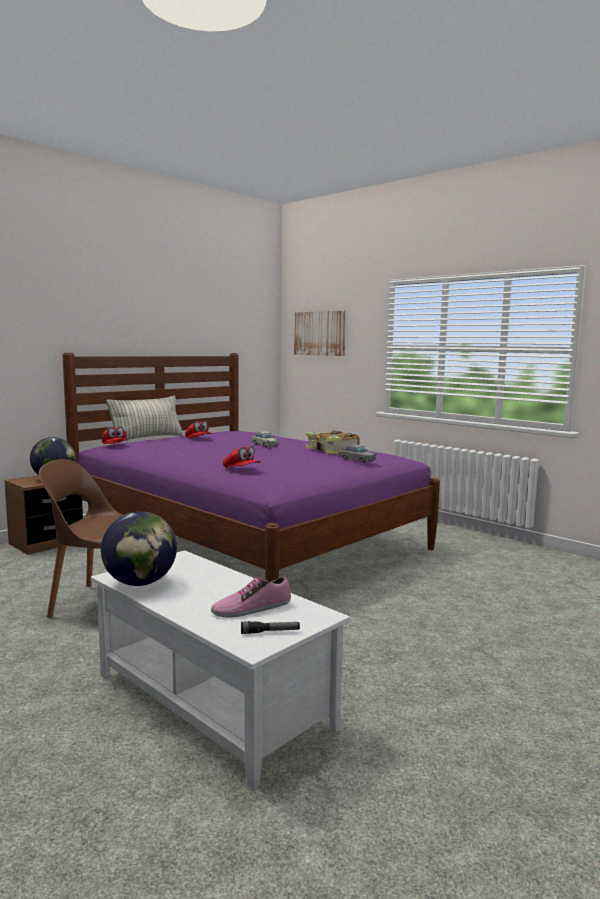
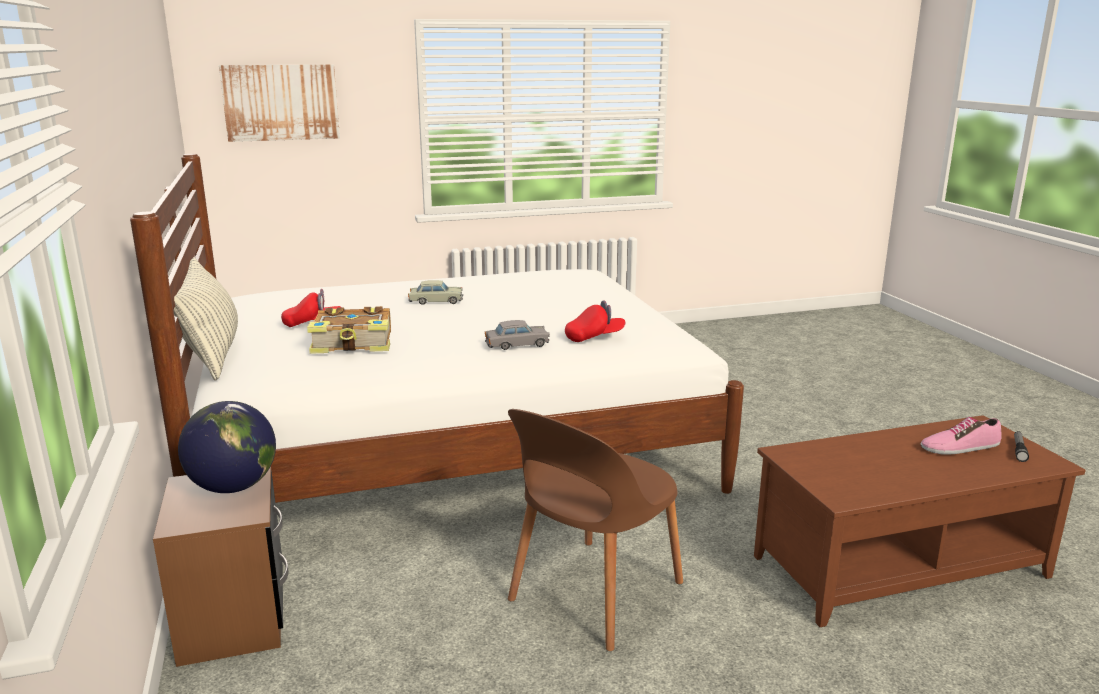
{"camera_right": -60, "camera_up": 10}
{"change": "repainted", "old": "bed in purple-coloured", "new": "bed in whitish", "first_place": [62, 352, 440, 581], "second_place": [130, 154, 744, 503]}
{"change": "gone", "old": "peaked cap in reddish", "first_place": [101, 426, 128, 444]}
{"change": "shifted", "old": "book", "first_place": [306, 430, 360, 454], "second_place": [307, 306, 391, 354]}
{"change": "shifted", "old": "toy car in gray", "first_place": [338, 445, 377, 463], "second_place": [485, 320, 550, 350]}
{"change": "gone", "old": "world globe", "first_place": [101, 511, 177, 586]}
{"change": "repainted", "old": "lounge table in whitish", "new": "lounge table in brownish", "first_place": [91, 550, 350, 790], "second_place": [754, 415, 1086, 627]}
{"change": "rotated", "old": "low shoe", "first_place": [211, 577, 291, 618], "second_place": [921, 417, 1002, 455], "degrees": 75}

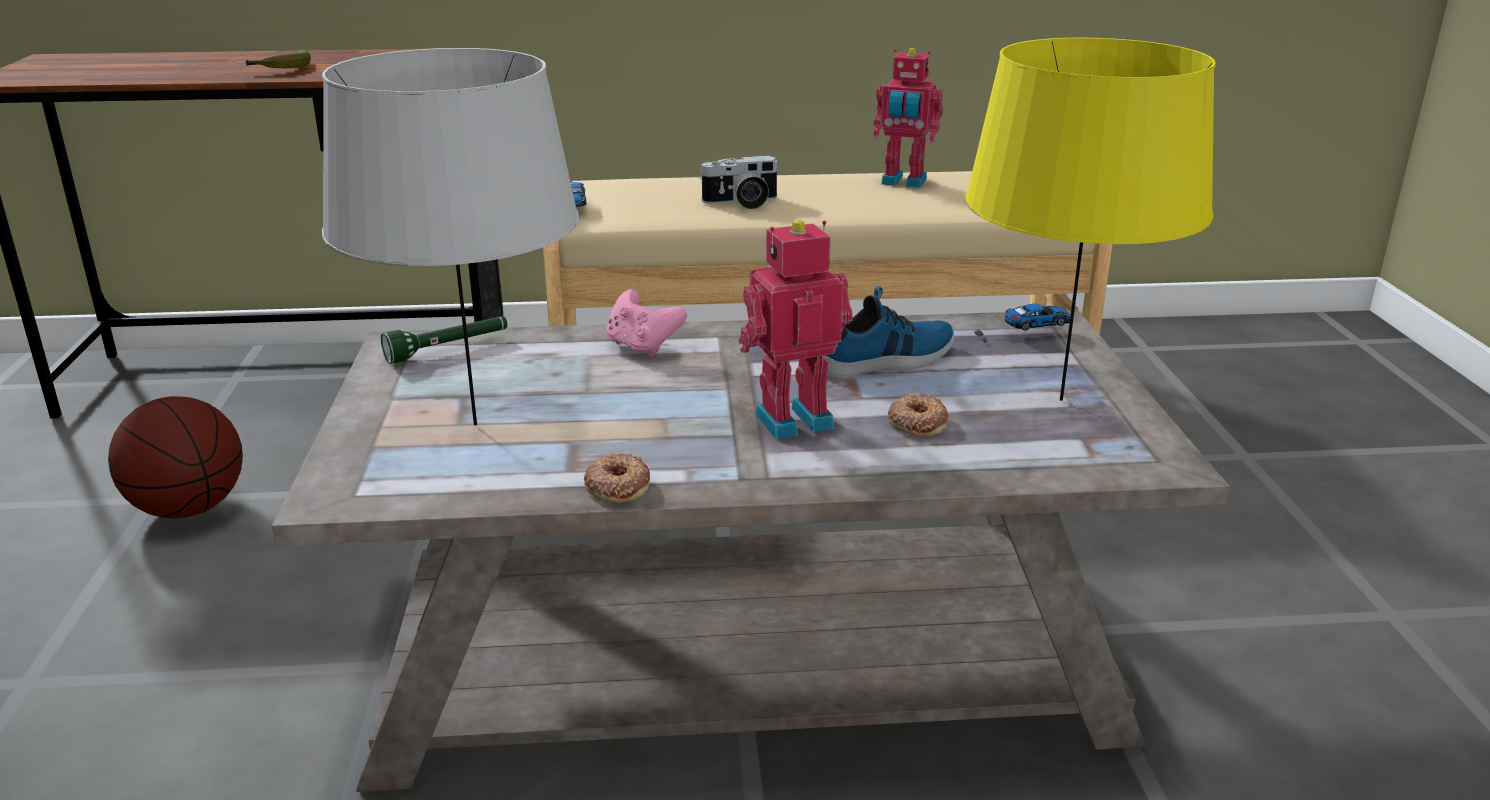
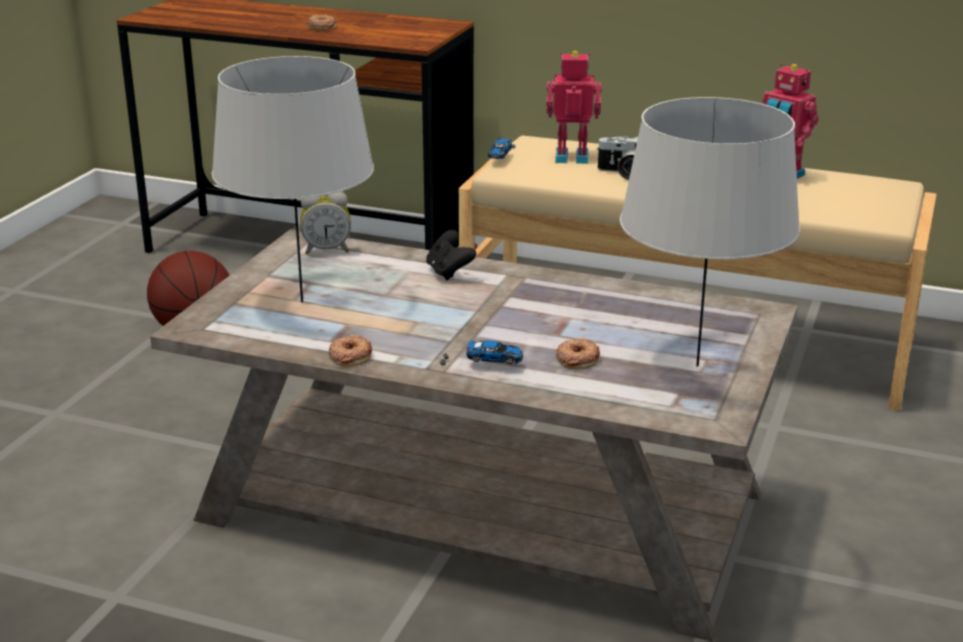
{"camera_right": 25, "camera_up": 0}
{"change": "repainted", "old": "lamp for a table in yellowish", "new": "lamp for a table in gray", "first_place": [965, 38, 1216, 401], "second_place": [620, 97, 800, 367]}
{"change": "swapped", "old": "banana fruit", "new": "donut", "first_place": [246, 49, 311, 68], "second_place": [306, 15, 337, 30]}
{"change": "shifted", "old": "robot figure", "first_place": [739, 220, 853, 439], "second_place": [546, 51, 602, 164]}
{"change": "gone", "old": "low shoe", "first_place": [825, 286, 955, 380]}
{"change": "repainted", "old": "joypad in pinkish", "new": "joypad in black-coloured", "first_place": [606, 289, 687, 358], "second_place": [426, 230, 476, 281]}
{"change": "shifted", "old": "toy car", "first_place": [974, 303, 1070, 343], "second_place": [440, 341, 523, 366]}
{"change": "swapped", "old": "torch in green-coloured", "new": "bedside clock", "first_place": [381, 316, 507, 364], "second_place": [300, 191, 351, 255]}

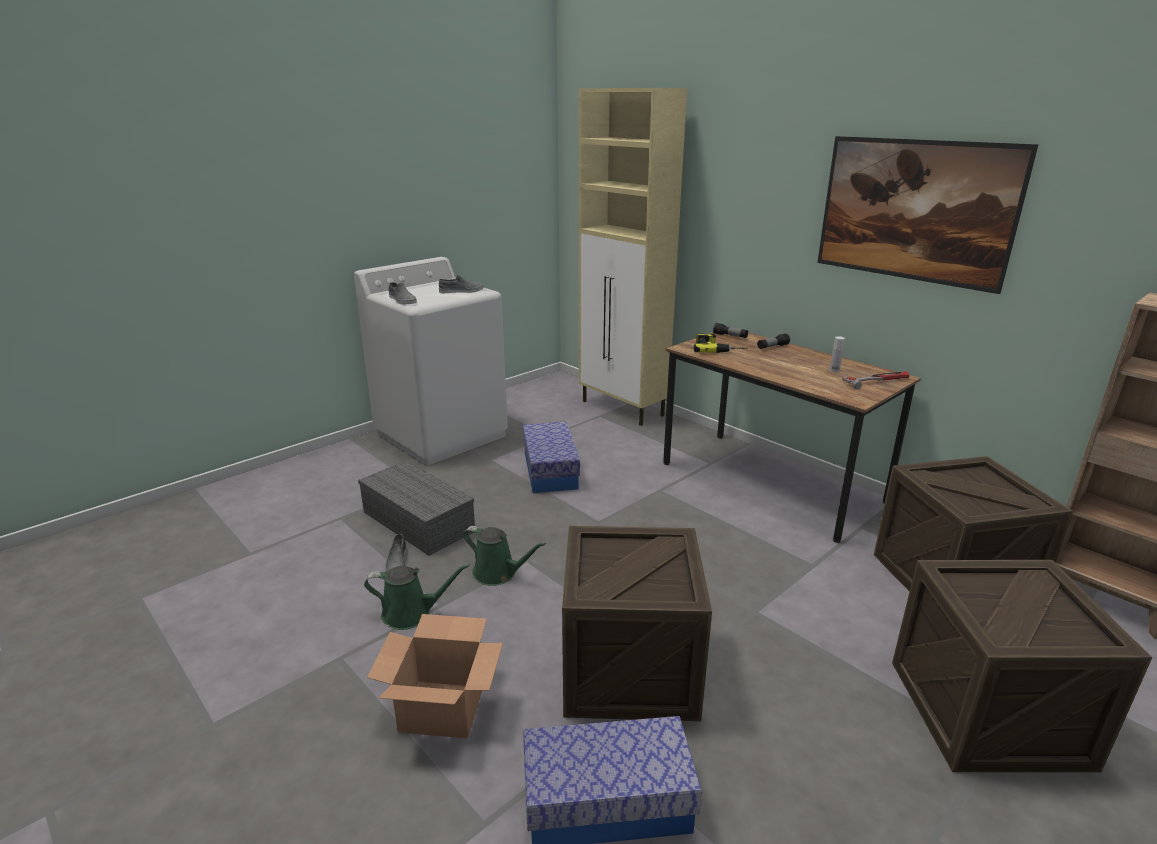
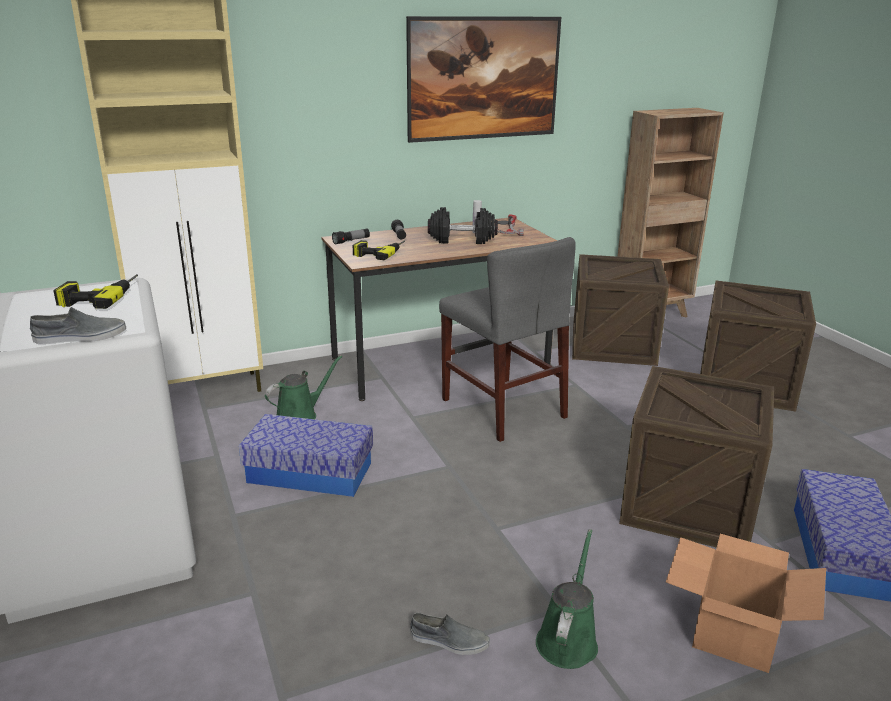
{"camera_right": -70, "camera_up": 0}
{"change": "swapped", "old": "low shoe in gray", "new": "power drill", "first_place": [439, 275, 483, 293], "second_place": [53, 274, 138, 309]}
{"change": "gone", "old": "storage bin in gray", "first_place": [358, 461, 475, 556]}
{"change": "shifted", "old": "sprinkling can in green-coloured", "first_place": [463, 526, 546, 586], "second_place": [265, 355, 343, 419]}
{"change": "new", "new": "hand weight in black-coloured", "second_place": [428, 207, 498, 244]}
{"change": "new", "new": "upright chair in gray", "second_place": [439, 237, 576, 442]}

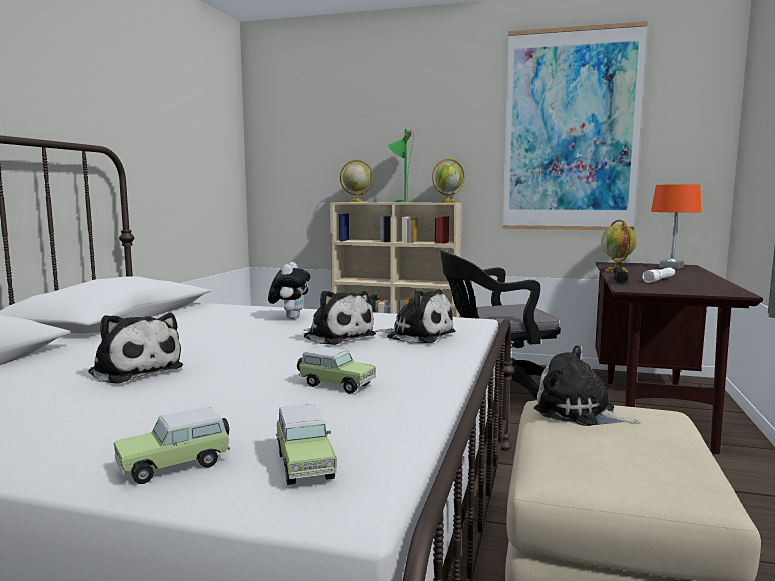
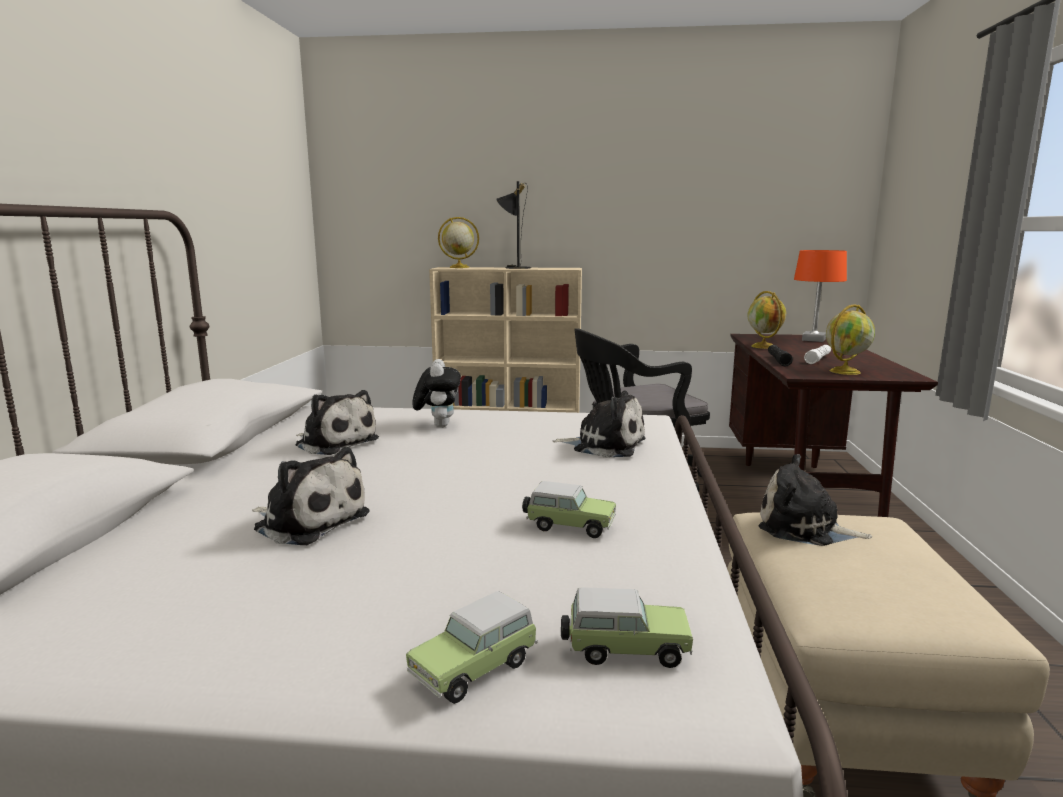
{"camera_right": -10, "camera_up": 5}
{"change": "gone", "old": "wall art", "first_place": [502, 21, 648, 231]}
{"change": "repainted", "old": "lamp for a table in green-coloured", "new": "lamp for a table in black-coloured", "first_place": [388, 129, 416, 203], "second_place": [496, 181, 531, 269]}
{"change": "shifted", "old": "world globe", "first_place": [432, 159, 465, 203], "second_place": [826, 304, 875, 375]}
{"change": "shifted", "old": "plush toy", "first_place": [304, 290, 376, 345], "second_place": [296, 390, 379, 455]}
{"change": "rotated", "old": "toy car", "first_place": [276, 404, 337, 485], "second_place": [561, 588, 693, 668], "degrees": -60}

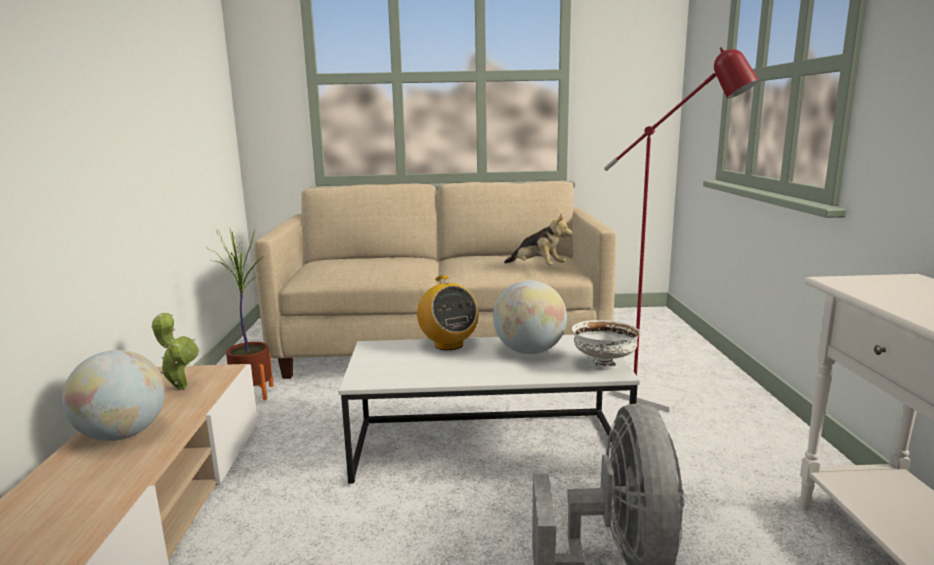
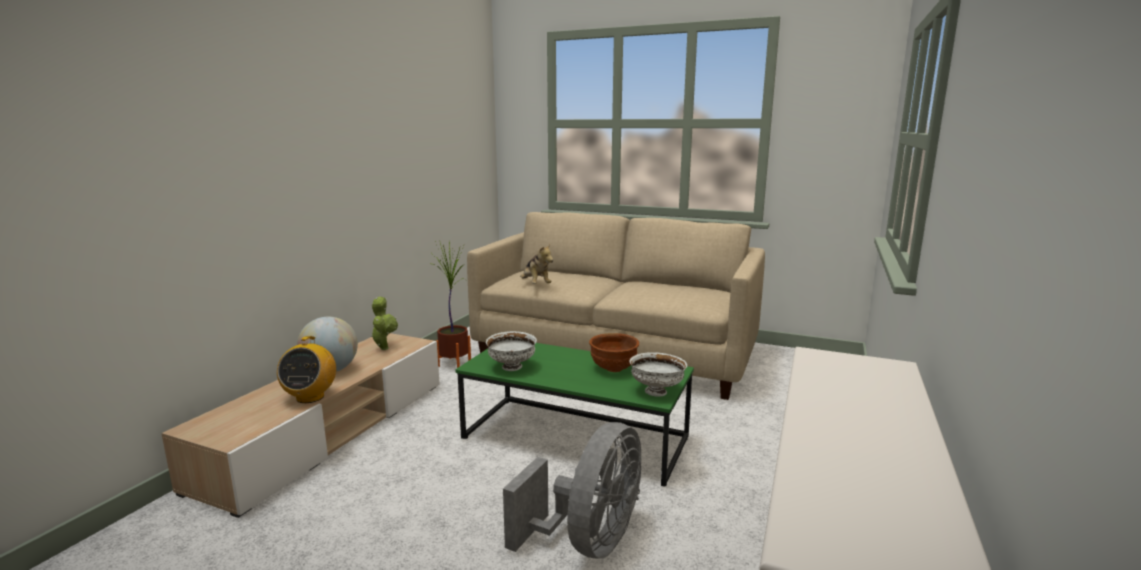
{"camera_right": 25, "camera_up": 0}
{"change": "gone", "old": "standing lamp in reddish", "first_place": [604, 47, 759, 412]}
{"change": "shifted", "old": "plush toy", "first_place": [504, 213, 572, 265], "second_place": [520, 244, 553, 284]}
{"change": "shifted", "old": "radio set", "first_place": [417, 275, 479, 350], "second_place": [277, 336, 336, 403]}
{"change": "swapped", "old": "world globe", "new": "serving bowl in brownish", "first_place": [493, 280, 567, 354], "second_place": [589, 333, 639, 372]}
{"change": "repainted", "old": "lounge table in whitish", "new": "lounge table in green-coloured", "first_place": [338, 335, 640, 484], "second_place": [455, 343, 694, 487]}
{"change": "new", "new": "serving bowl in whitish", "second_place": [486, 331, 537, 371]}

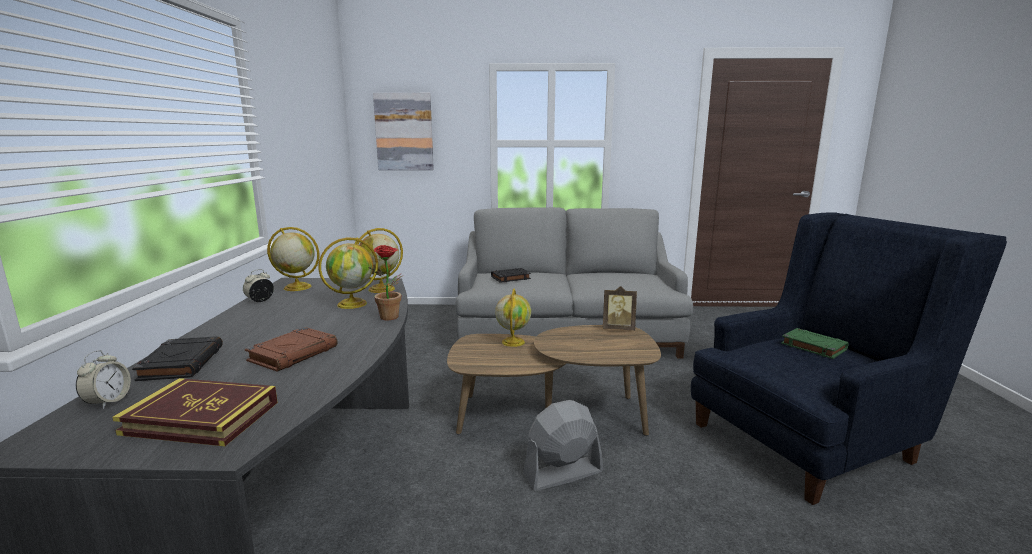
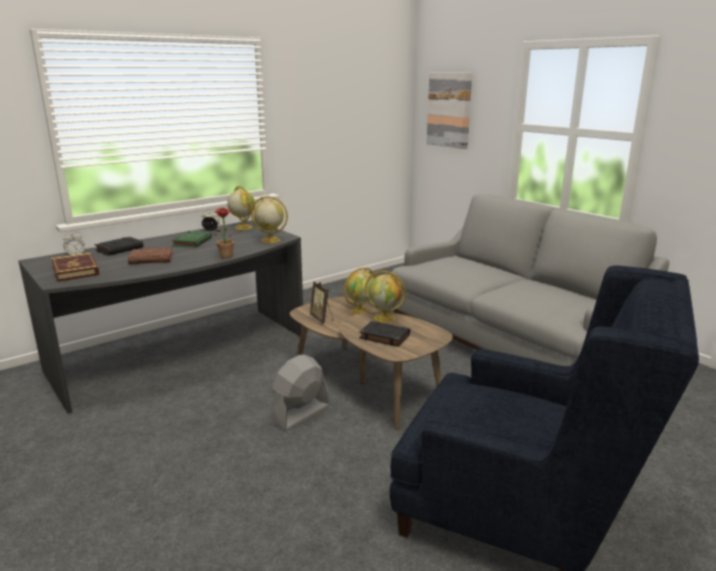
{"camera_right": 50, "camera_up": 5}
{"change": "shifted", "old": "world globe", "first_place": [318, 238, 378, 309], "second_place": [365, 271, 406, 323]}
{"change": "shifted", "old": "book in black-coloured", "first_place": [491, 268, 531, 283], "second_place": [359, 321, 410, 347]}
{"change": "shifted", "old": "photo frame", "first_place": [603, 286, 637, 330], "second_place": [310, 281, 334, 324]}
{"change": "shifted", "old": "book in green-coloured", "first_place": [781, 328, 849, 359], "second_place": [172, 231, 212, 248]}
{"change": "rotated", "old": "electric fan in gray", "first_place": [523, 400, 604, 491], "second_place": [271, 355, 330, 430], "degrees": -75}

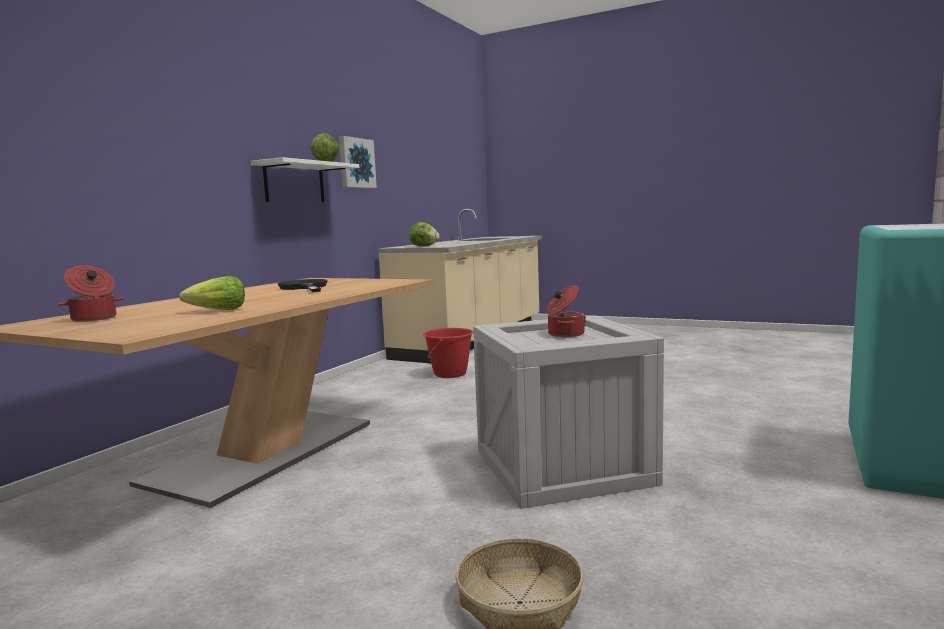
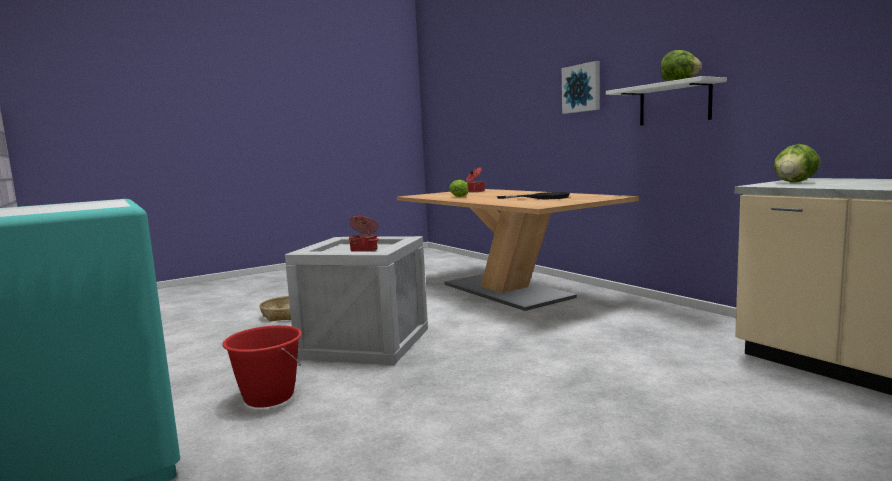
{"camera_right": 120, "camera_up": 0}
{"change": "shifted", "old": "wall art", "first_place": [339, 136, 377, 188], "second_place": [562, 61, 600, 114]}
{"change": "shifted", "old": "pail in reddish", "first_place": [423, 328, 473, 378], "second_place": [222, 325, 302, 408]}

